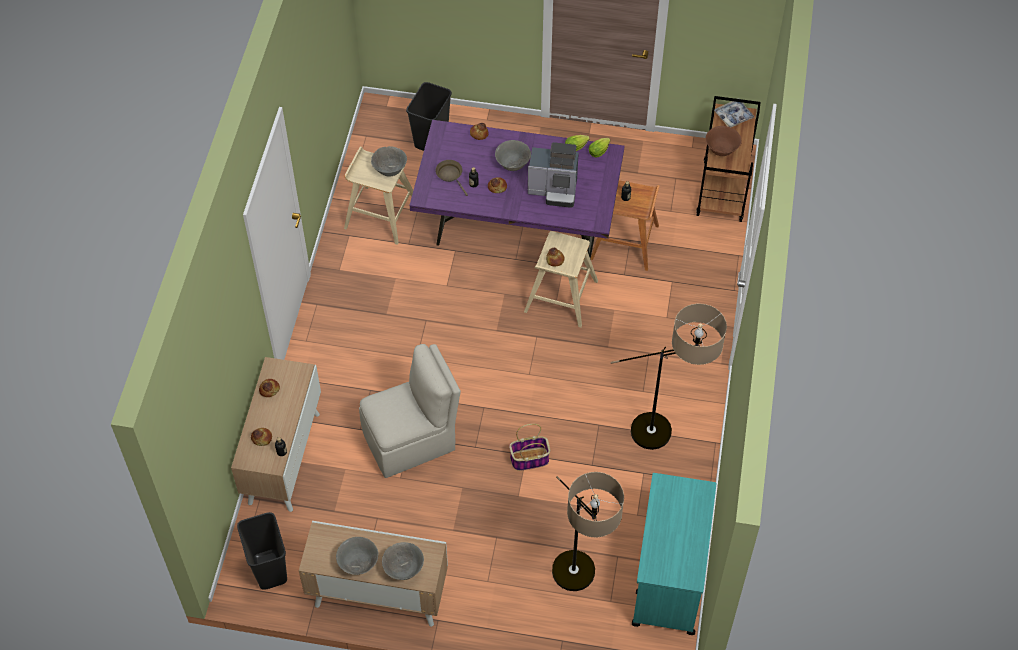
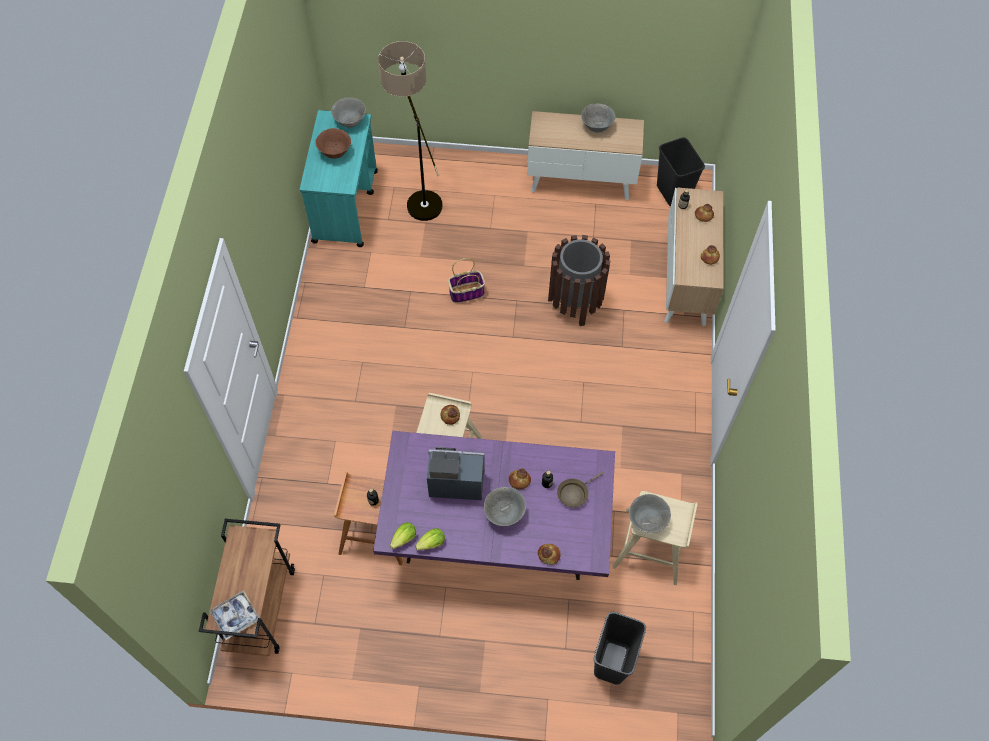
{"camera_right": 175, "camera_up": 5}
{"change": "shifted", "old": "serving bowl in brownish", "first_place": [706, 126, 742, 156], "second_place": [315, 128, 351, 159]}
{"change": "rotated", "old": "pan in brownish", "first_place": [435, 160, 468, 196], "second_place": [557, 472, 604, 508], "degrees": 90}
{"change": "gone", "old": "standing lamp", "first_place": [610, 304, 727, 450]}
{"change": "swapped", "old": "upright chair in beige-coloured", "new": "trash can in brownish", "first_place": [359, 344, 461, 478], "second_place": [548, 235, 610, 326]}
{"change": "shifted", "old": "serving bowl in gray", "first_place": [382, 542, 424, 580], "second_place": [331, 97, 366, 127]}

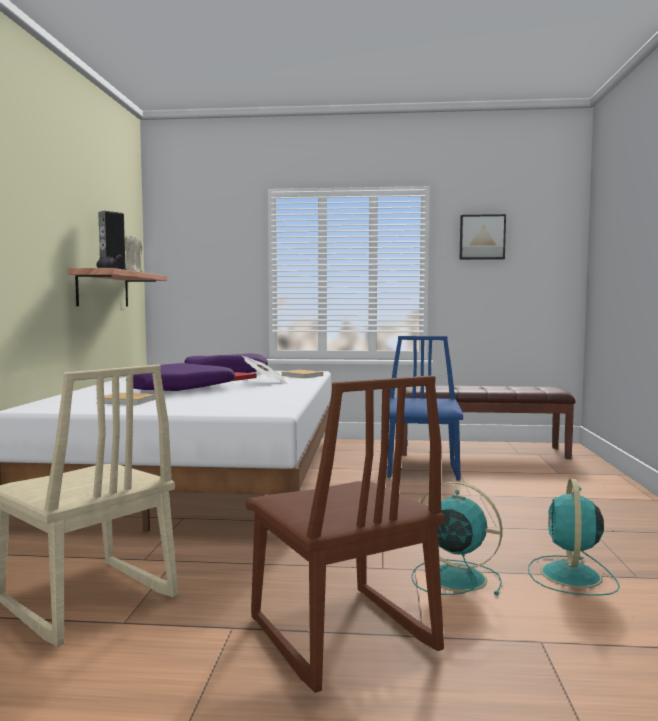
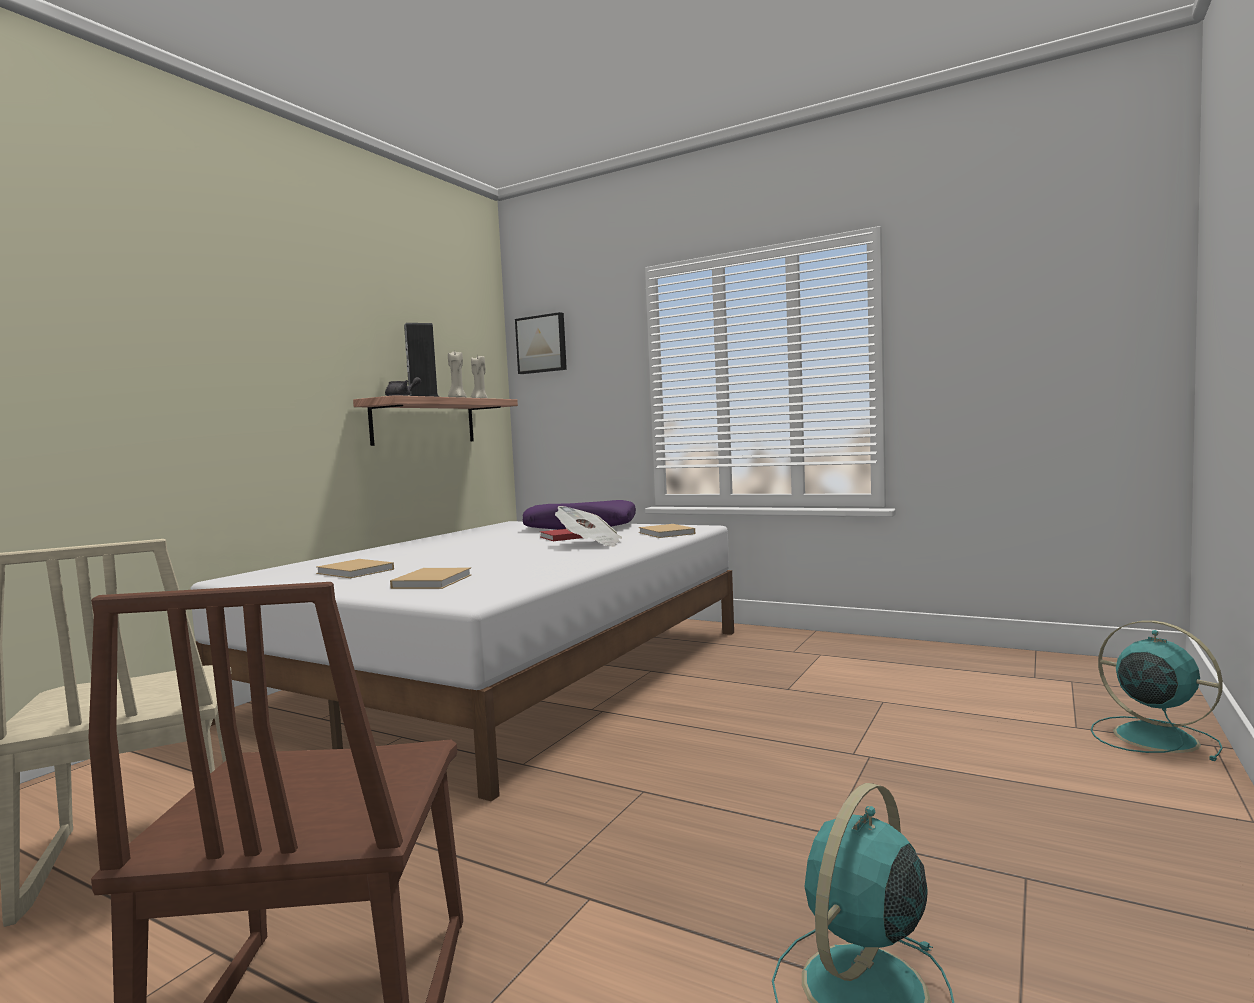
{"camera_right": 25, "camera_up": 0}
{"change": "shifted", "old": "wall art", "first_place": [460, 214, 506, 260], "second_place": [515, 312, 567, 374]}
{"change": "gone", "old": "upright chair in blue", "first_place": [387, 336, 463, 480]}
{"change": "gone", "old": "throw pillow in purple-coloured", "first_place": [133, 363, 235, 391]}
{"change": "gone", "old": "bench in brownish", "first_place": [402, 386, 575, 459]}
{"change": "shifted", "old": "electric fan in blue-green", "first_place": [411, 481, 502, 595], "second_place": [1091, 620, 1223, 761]}
{"change": "new", "new": "book in beige-coloured", "second_place": [390, 568, 472, 589]}

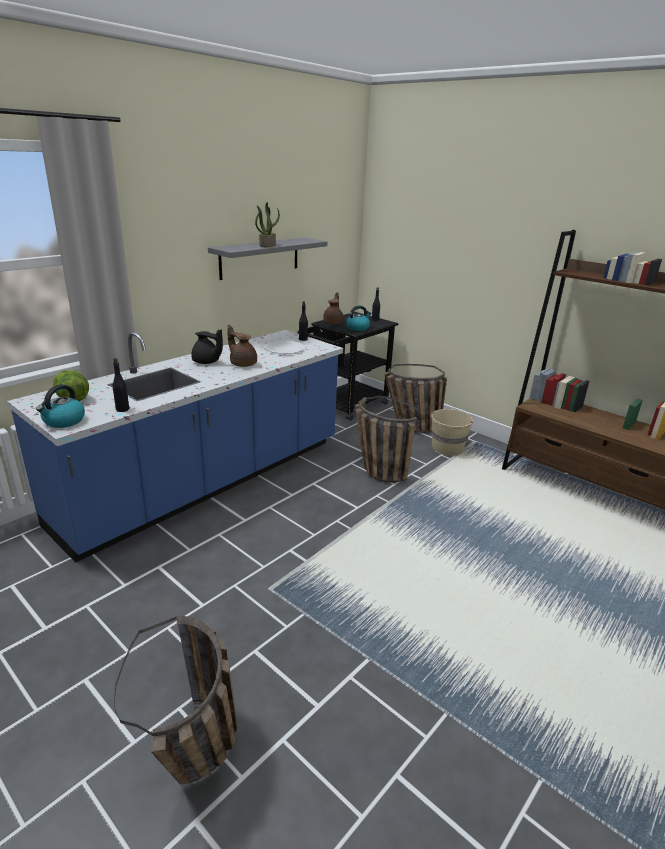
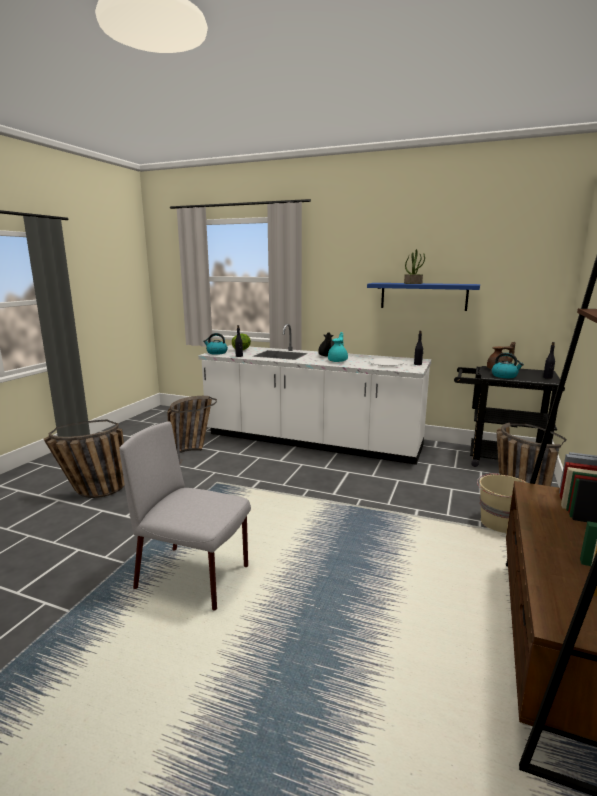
{"camera_right": 70, "camera_up": -10}
{"change": "repainted", "old": "shelf in gray", "new": "shelf in blue", "first_place": [208, 237, 328, 280], "second_place": [367, 283, 480, 311]}
{"change": "repainted", "old": "pot for tea in brownish", "new": "pot for tea in blue-green", "first_place": [228, 325, 257, 367], "second_place": [328, 332, 348, 362]}
{"change": "repainted", "old": "counter in blue", "new": "counter in whitish", "first_place": [7, 330, 343, 563], "second_place": [198, 324, 432, 465]}
{"change": "shifted", "old": "household basket", "first_place": [355, 396, 419, 483], "second_place": [168, 396, 217, 464]}
{"change": "new", "new": "upright chair in gray", "second_place": [119, 421, 251, 611]}

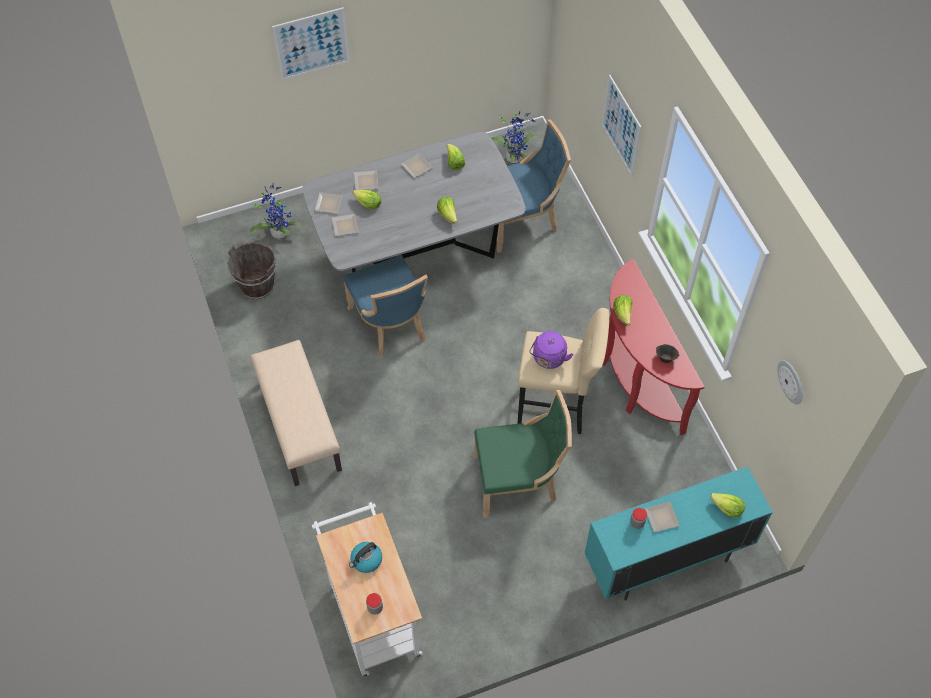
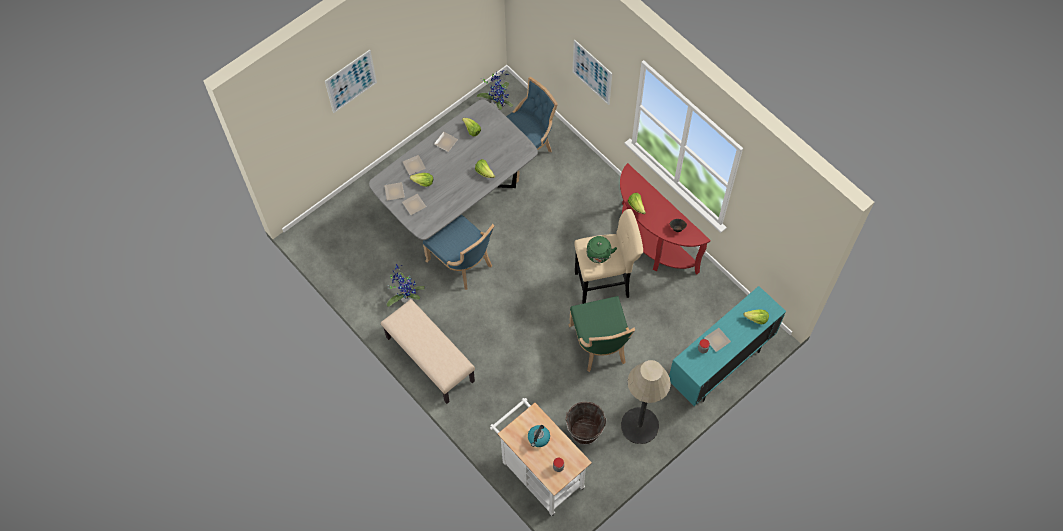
{"camera_right": -20, "camera_up": 5}
{"change": "shifted", "old": "potted plant", "first_place": [250, 182, 302, 240], "second_place": [386, 264, 425, 307]}
{"change": "shifted", "old": "pail in brownish", "first_place": [227, 242, 276, 299], "second_place": [565, 402, 607, 445]}
{"change": "repainted", "old": "water kettle in purple-coloured", "new": "water kettle in green-coloured", "first_place": [529, 331, 573, 369], "second_place": [587, 236, 617, 263]}
{"change": "gone", "old": "hanging clock", "first_place": [778, 360, 803, 405]}
{"change": "rotated", "old": "upright chair in green-coloured", "first_place": [474, 390, 572, 518], "second_place": [569, 296, 635, 372], "degrees": 105}
{"change": "new", "new": "standing lamp", "second_place": [621, 360, 671, 444]}

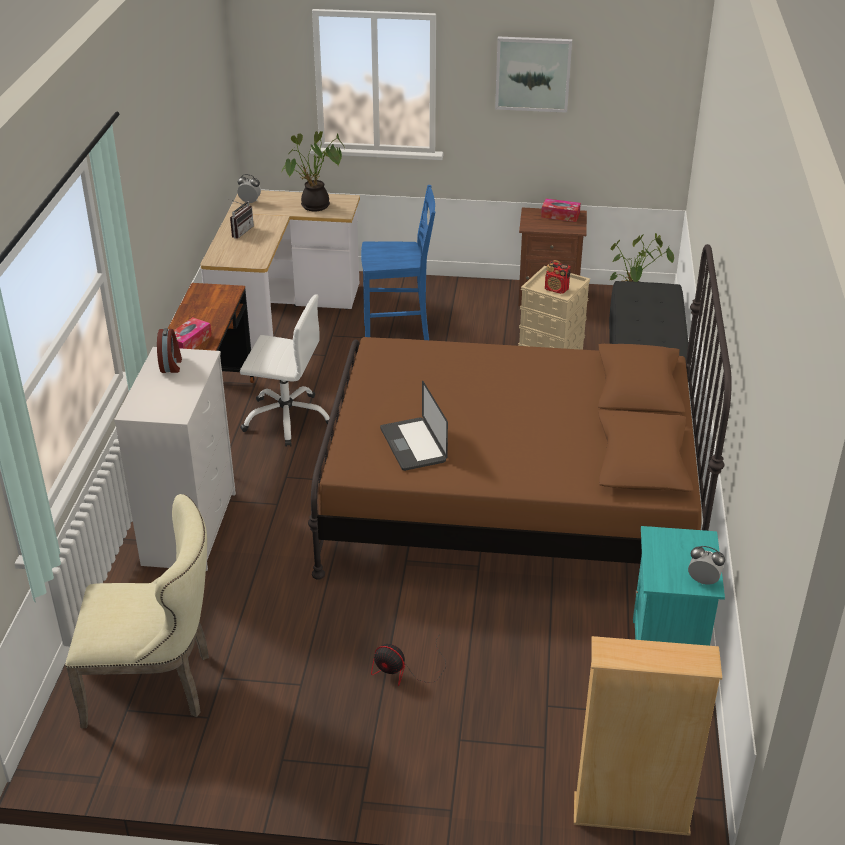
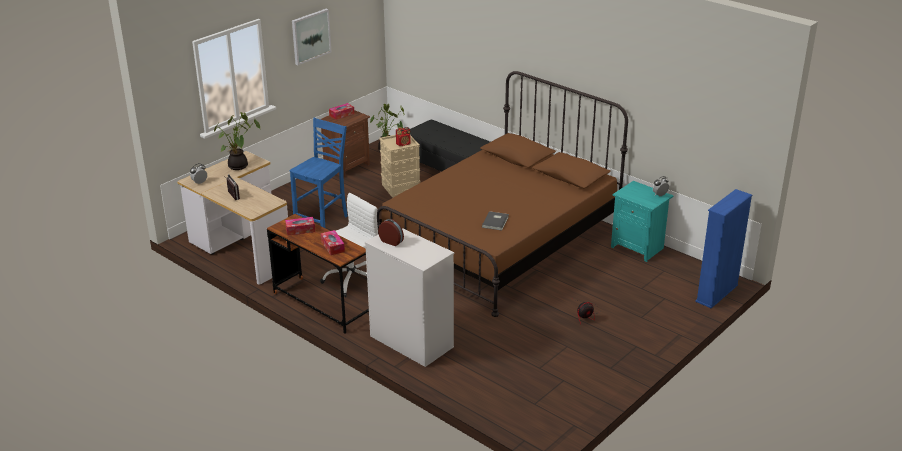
{"camera_right": -55, "camera_up": -5}
{"change": "swapped", "old": "portable computer", "new": "book in gray", "first_place": [380, 381, 448, 471], "second_place": [482, 211, 509, 231]}
{"change": "gone", "old": "upright chair in beige-coloured", "first_place": [65, 494, 209, 728]}
{"change": "repainted", "old": "bookshelf in beige-coloured", "new": "bookshelf in blue", "first_place": [574, 636, 722, 836], "second_place": [695, 189, 752, 308]}
{"change": "new", "new": "tissue holder", "second_place": [285, 217, 315, 236]}

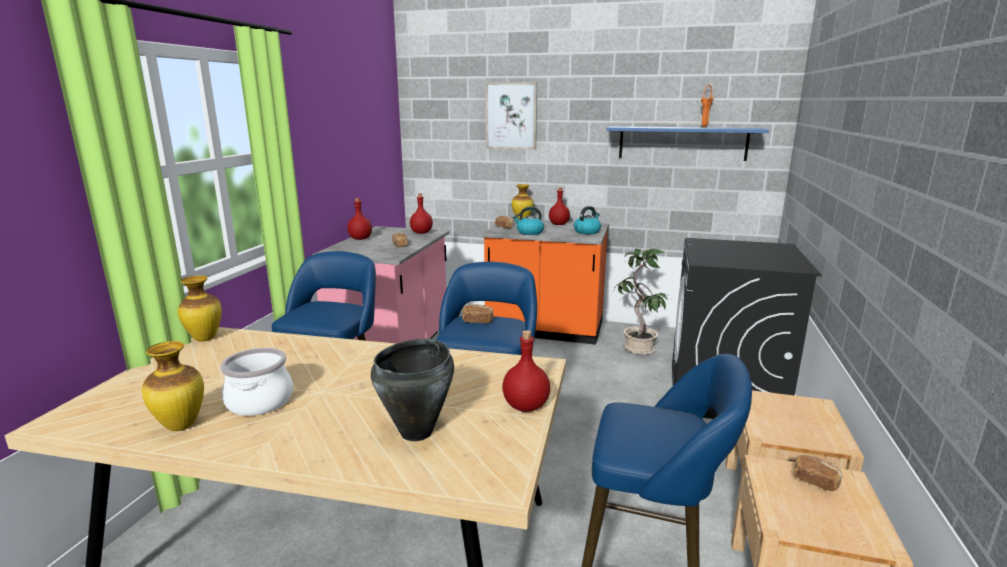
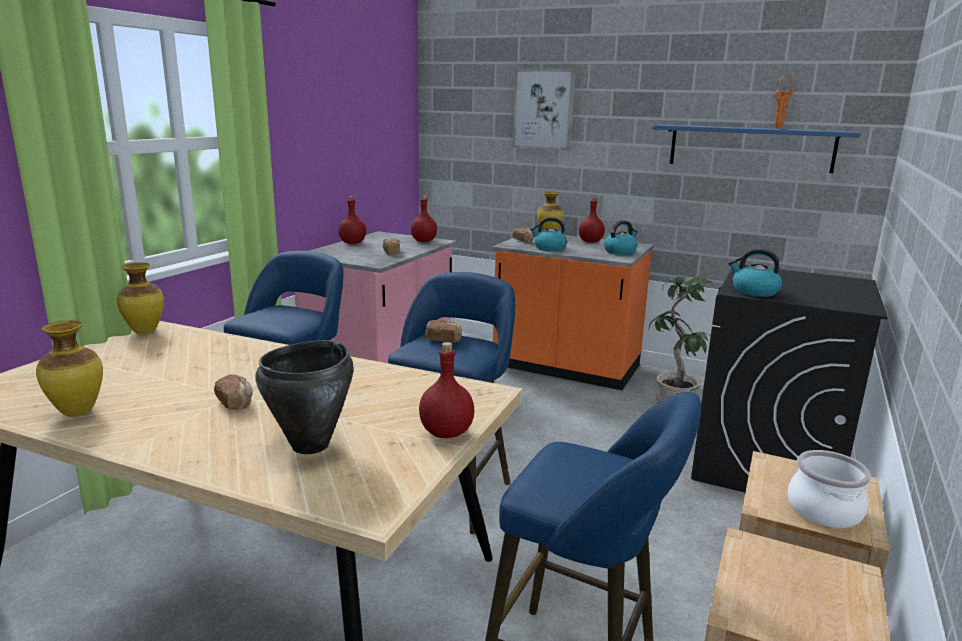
{"camera_right": 10, "camera_up": 0}
{"change": "shifted", "old": "cooking pot", "first_place": [220, 348, 293, 416], "second_place": [788, 450, 871, 528]}
{"change": "shifted", "old": "bakery bread", "first_place": [794, 455, 842, 491], "second_place": [214, 374, 253, 410]}
{"change": "new", "new": "water kettle", "second_place": [728, 249, 782, 297]}

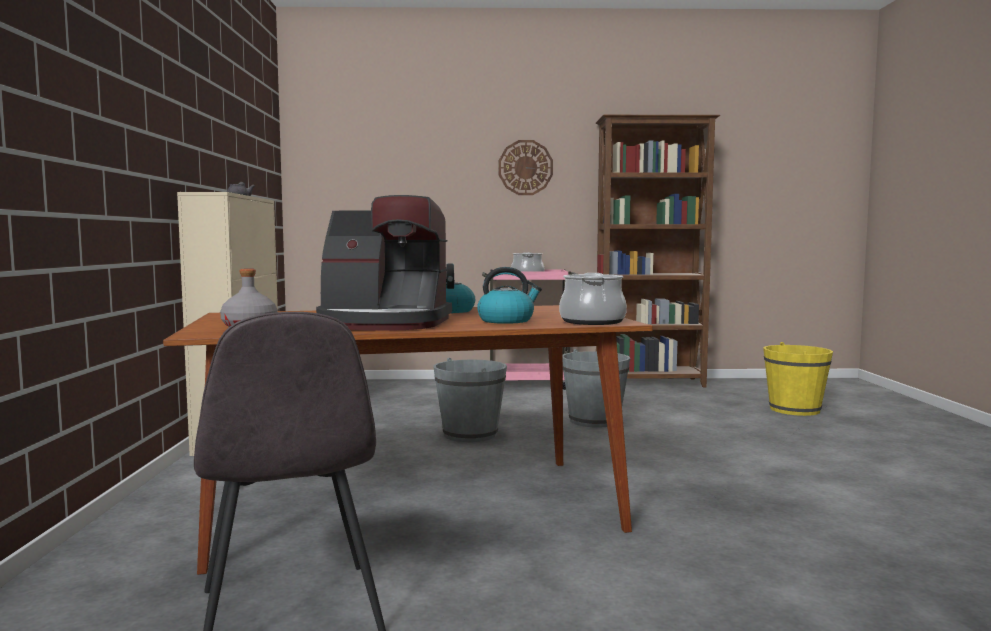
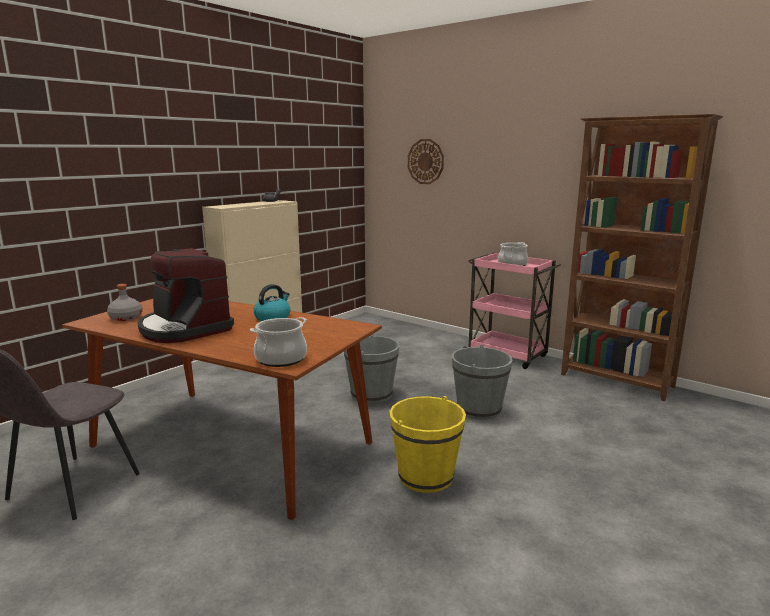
{"camera_right": 40, "camera_up": 10}
{"change": "shifted", "old": "hanging clock", "first_place": [499, 140, 553, 195], "second_place": [408, 139, 444, 184]}
{"change": "gone", "old": "water kettle", "first_place": [477, 267, 542, 324]}
{"change": "shifted", "old": "pail in yellowish", "first_place": [763, 342, 833, 416], "second_place": [390, 396, 466, 493]}

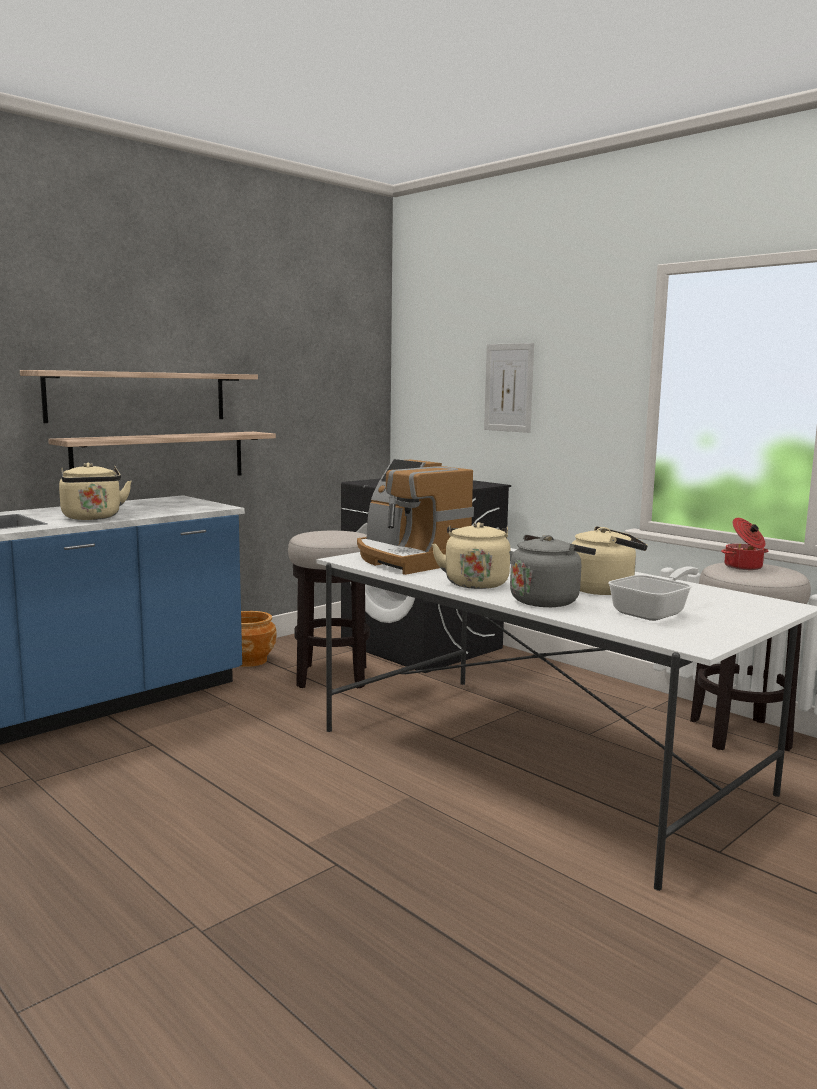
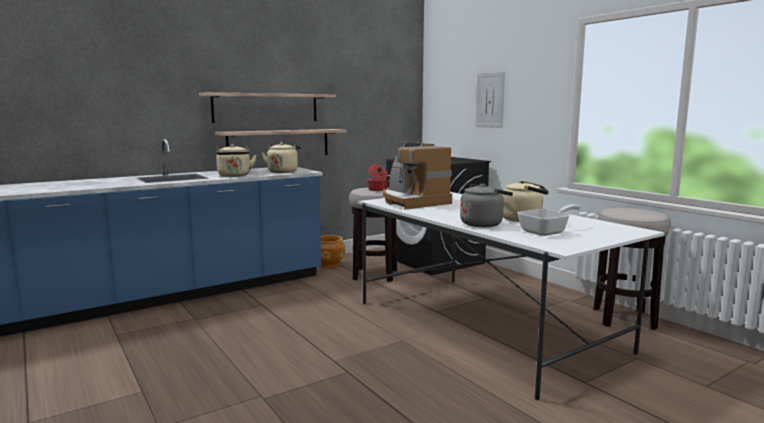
{"camera_right": 10, "camera_up": 0}
{"change": "shifted", "old": "cooking pot", "first_place": [721, 518, 769, 570], "second_place": [364, 164, 390, 191]}
{"change": "shifted", "old": "water kettle in beige-coloured", "first_place": [432, 522, 510, 589], "second_place": [262, 142, 301, 173]}

